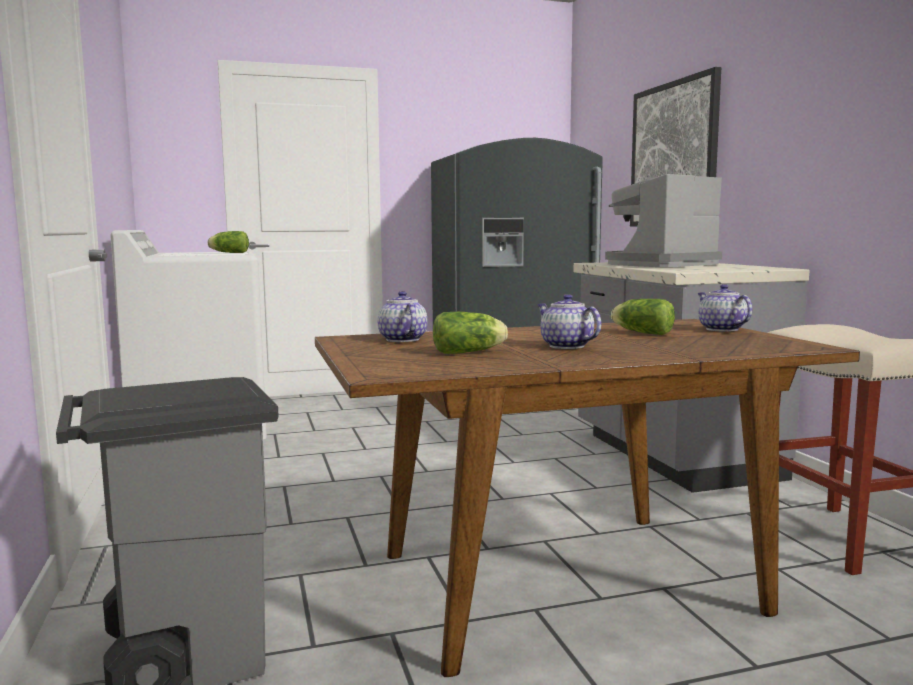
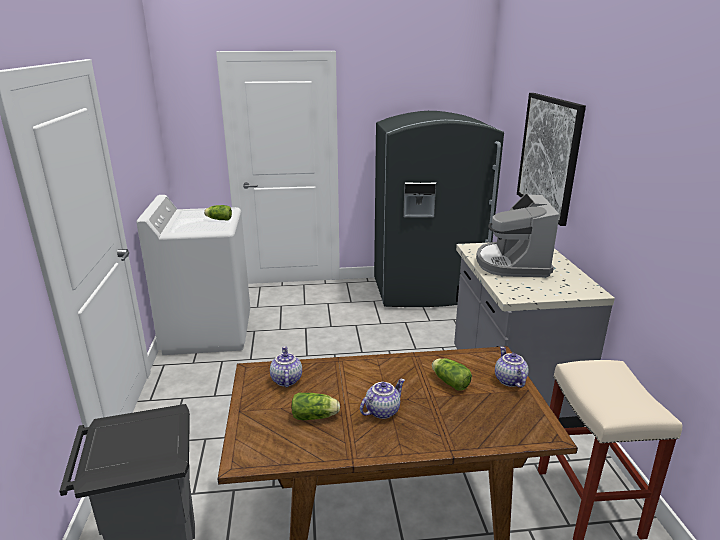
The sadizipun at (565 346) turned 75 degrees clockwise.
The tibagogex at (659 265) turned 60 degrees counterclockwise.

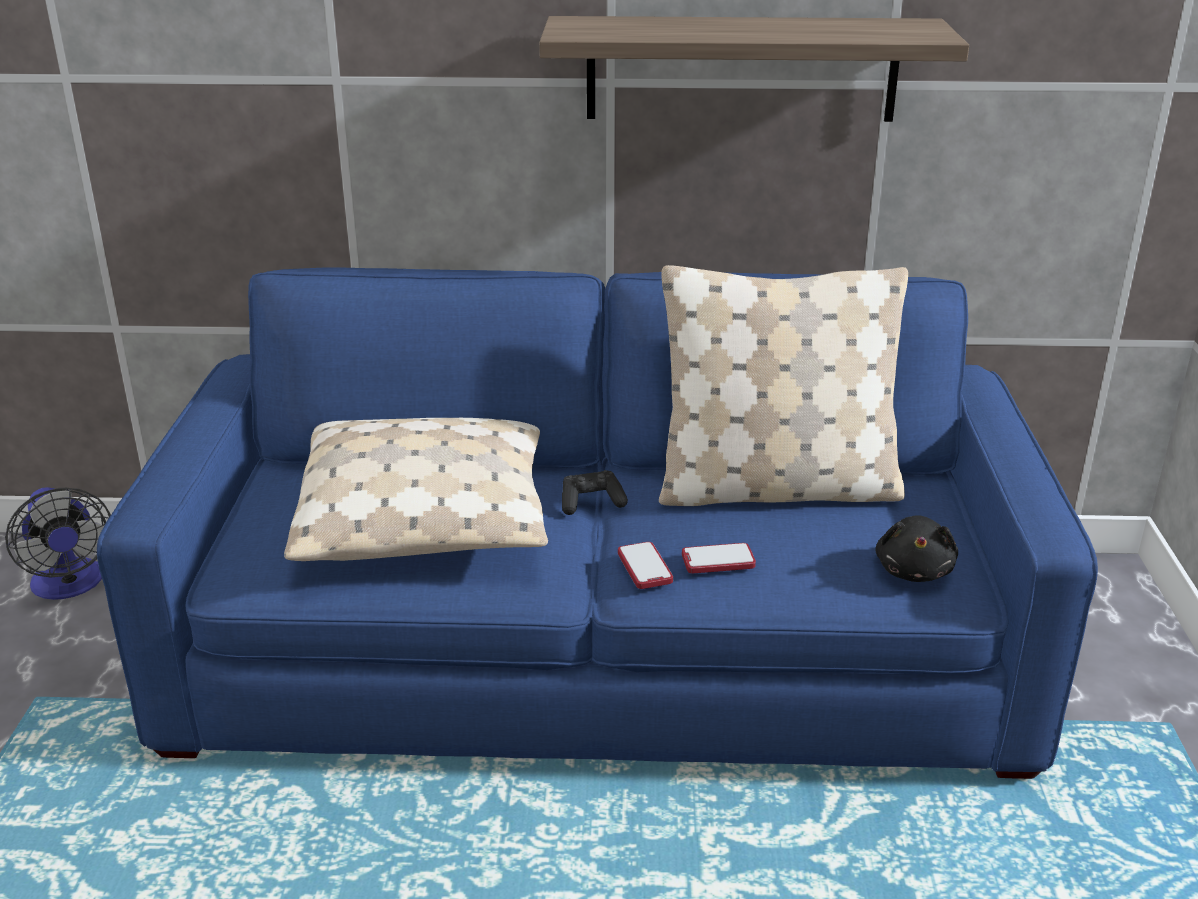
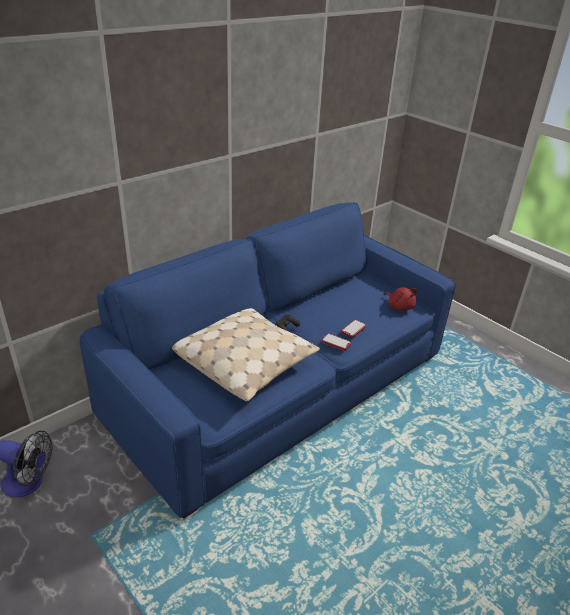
The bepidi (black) at (914 570) became the bepidi (red) at (400 306).
The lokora at (741 69) disappeared.
The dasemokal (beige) at (776 488) disappeared.

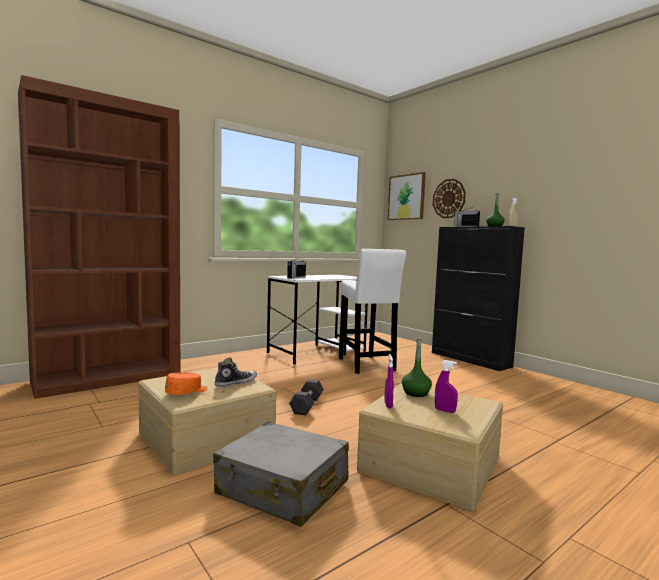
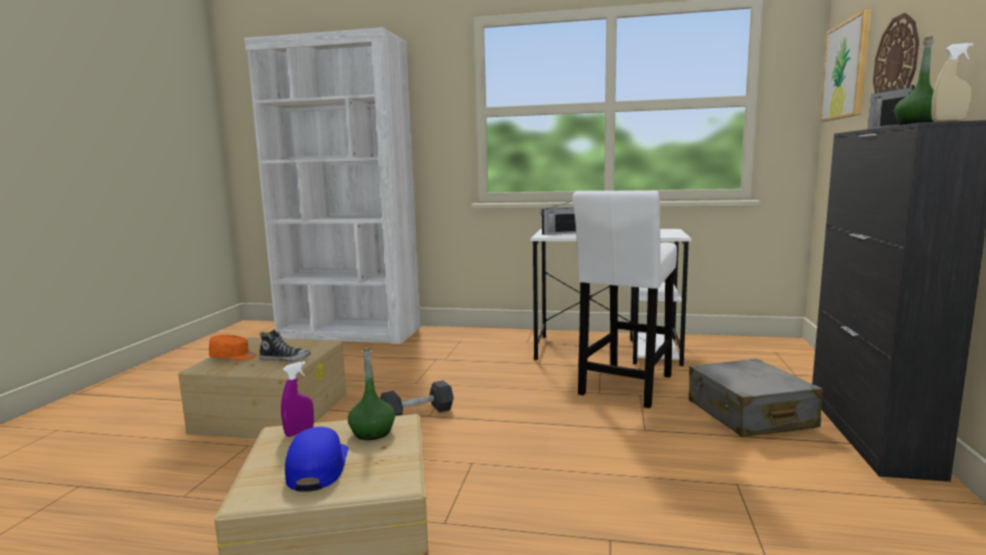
The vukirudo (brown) at (108 378) became the vukirudo (white) at (350 333).
The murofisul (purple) at (445 411) was replaced by the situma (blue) at (317 467).
The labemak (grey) moved from (282 488) to (749 414).

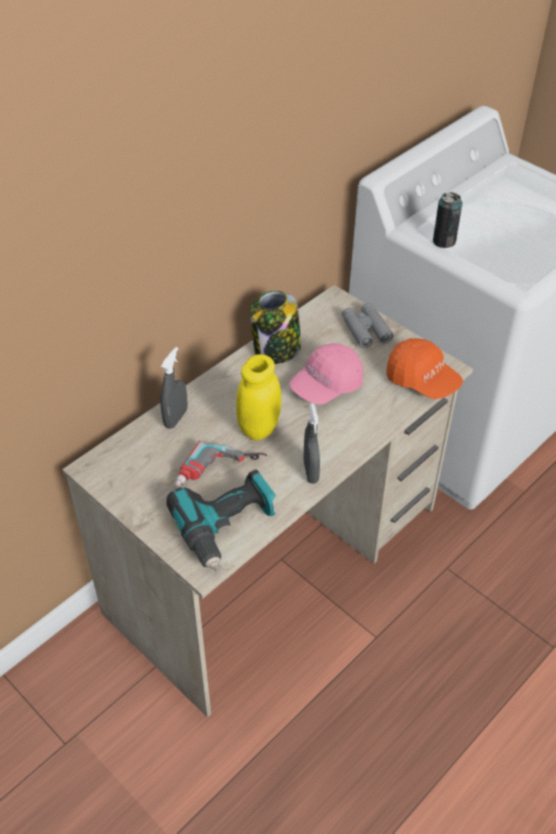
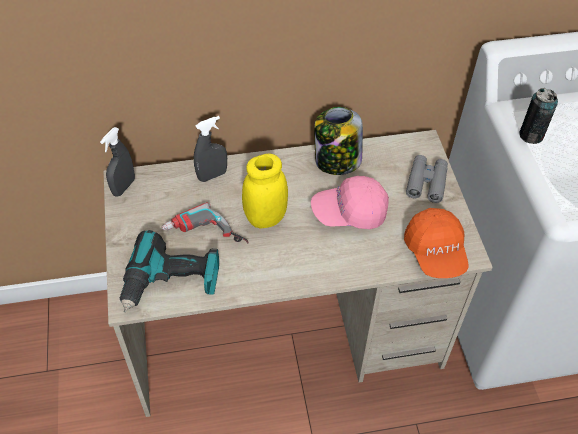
The murofisul (grey) moved from (311 471) to (123 187).

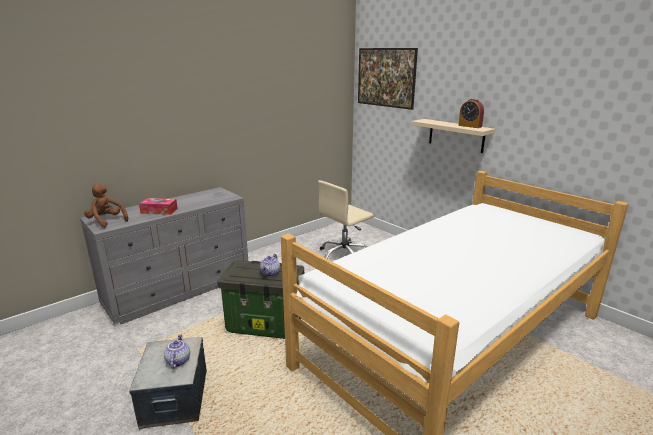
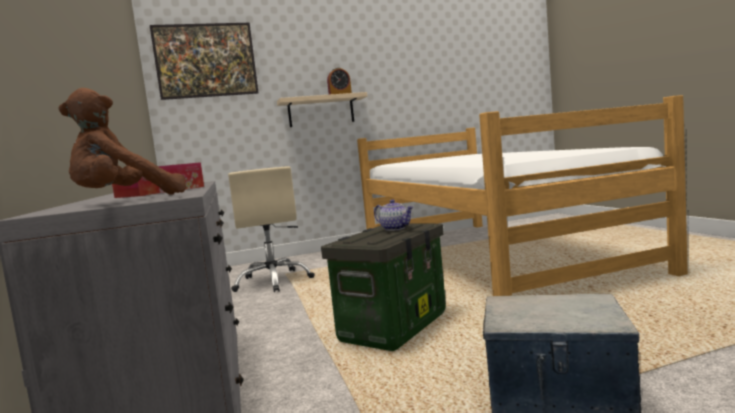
The sadizipun at (177 361) disappeared.

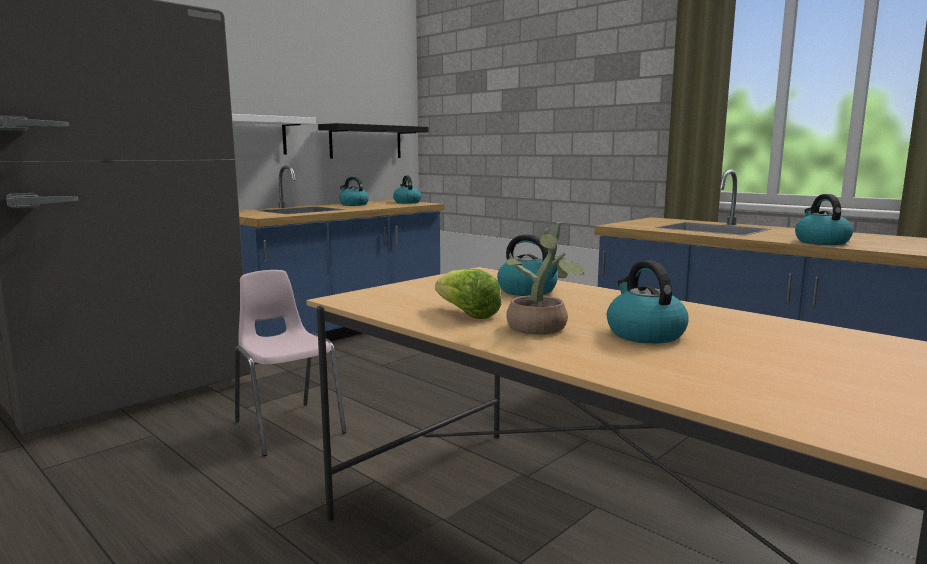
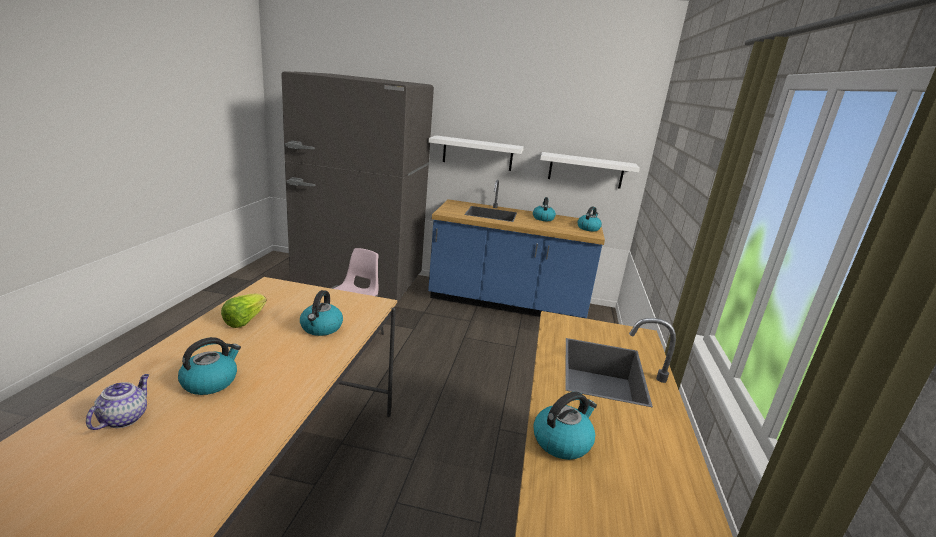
The sadizipun at (124 418) appeared.
The lokora (black) at (366 142) became the lokora (white) at (586 170).
The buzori at (541 329) disappeared.

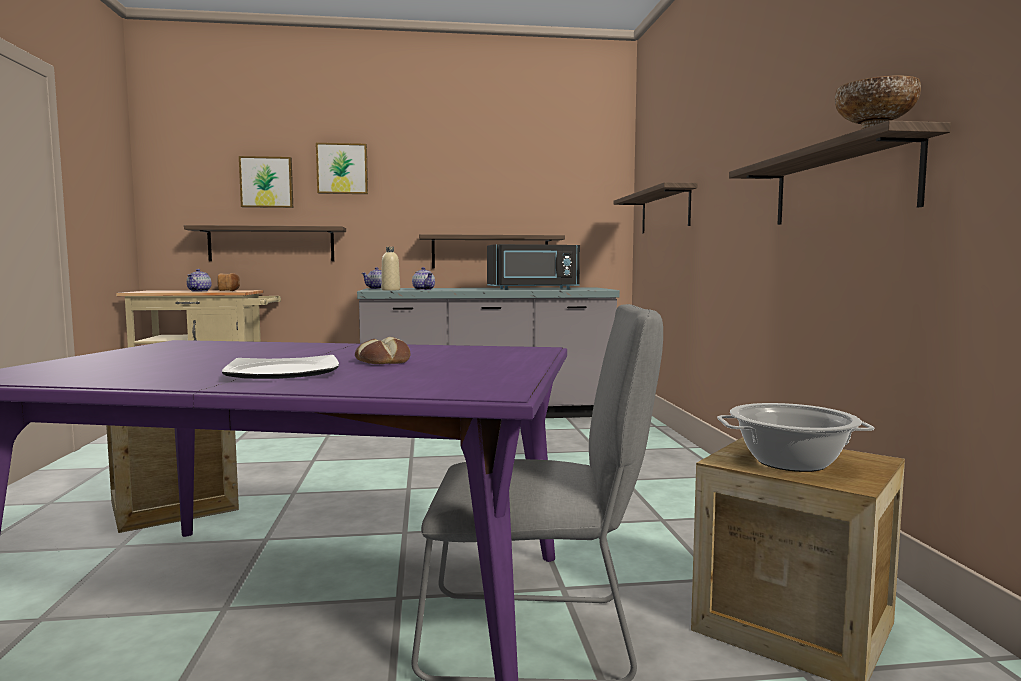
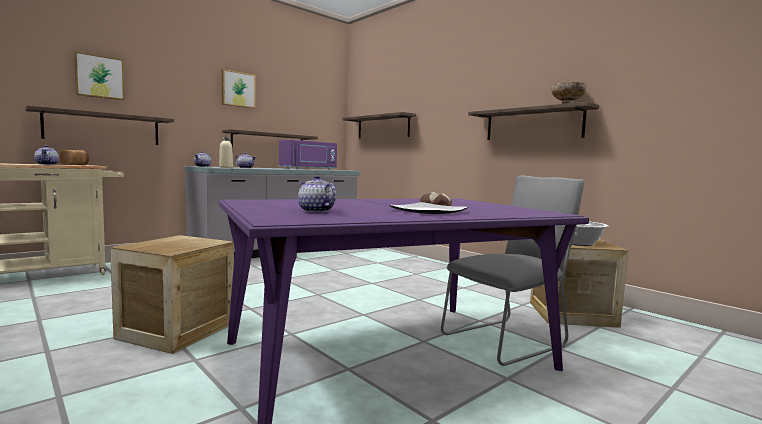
The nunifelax moved from (342 169) to (238 89).
The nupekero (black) at (533 289) became the nupekero (purple) at (310 169).
The sadizipun at (315 211) appeared.

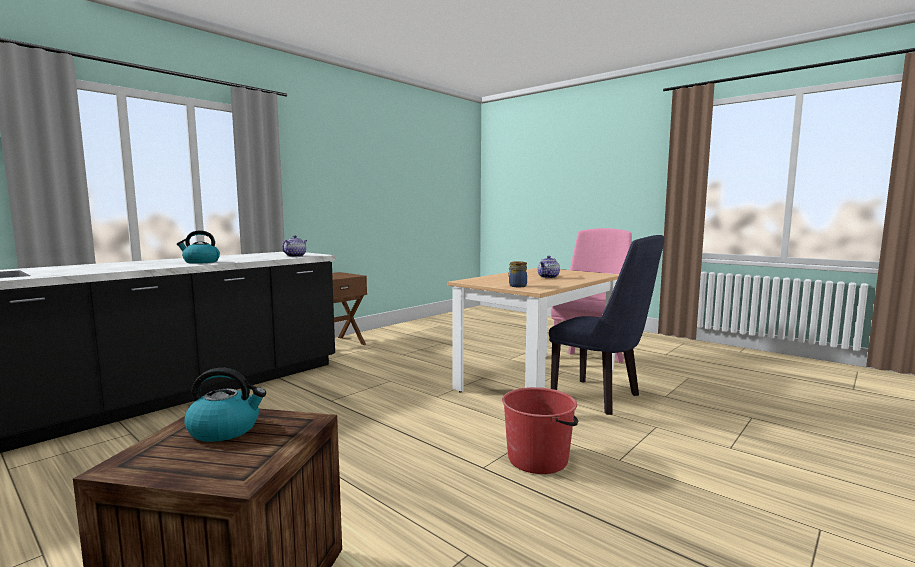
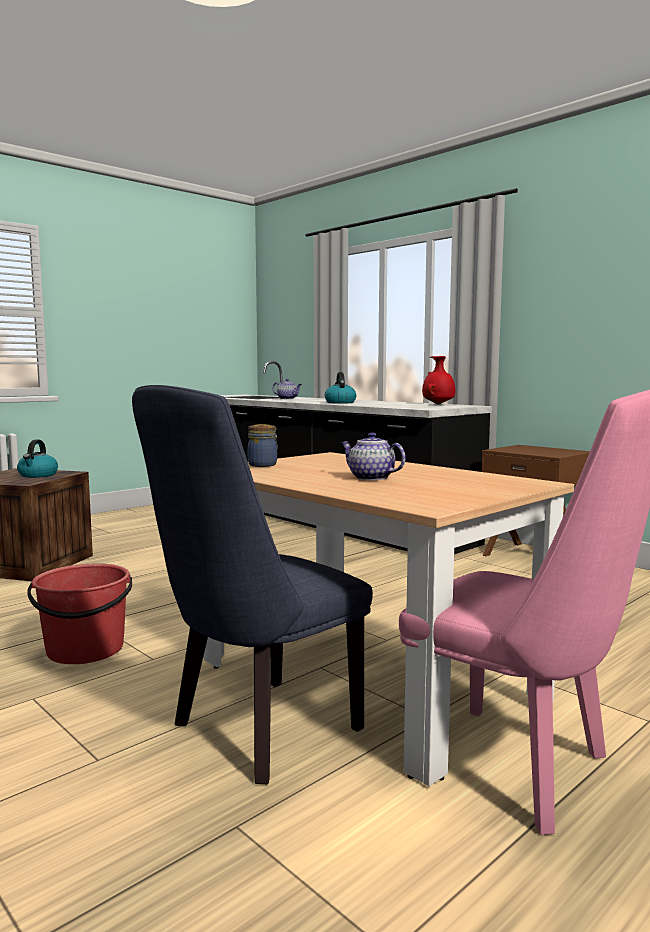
The sadizipun moved from (295 256) to (287 398).
The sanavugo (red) at (439 404) appeared.

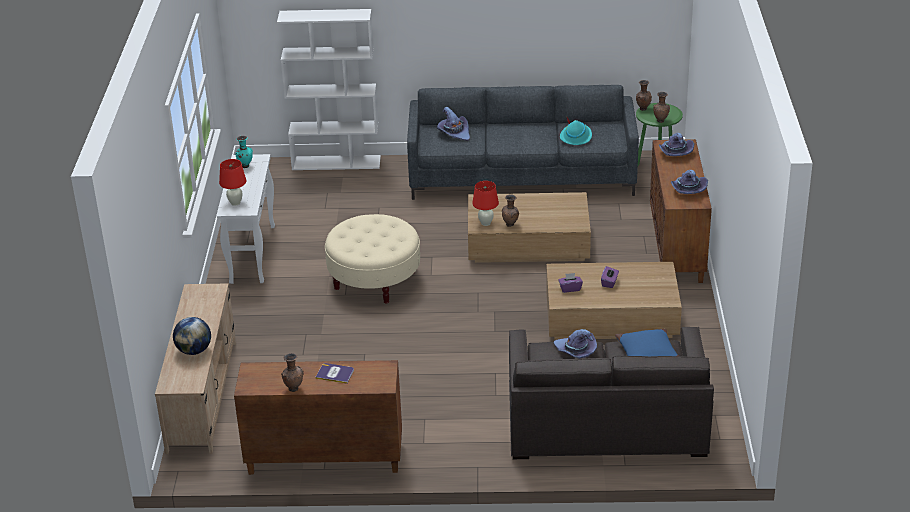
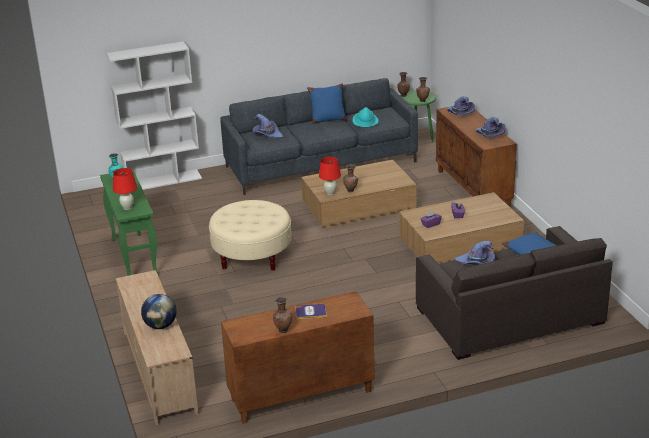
The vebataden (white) at (252 253) became the vebataden (green) at (134 257).
The dasemokal (blue) at (327 120) appeared.

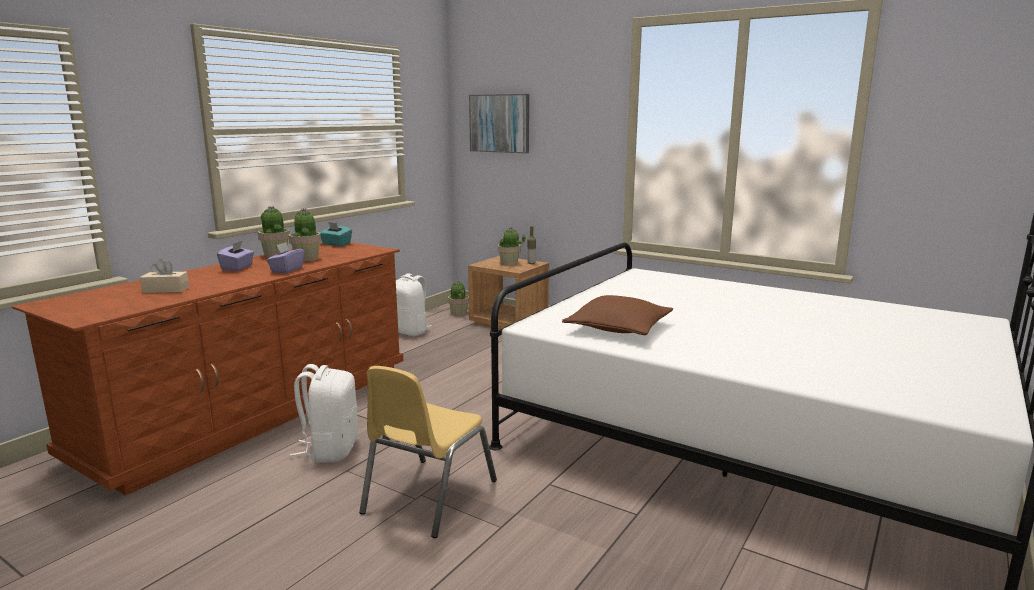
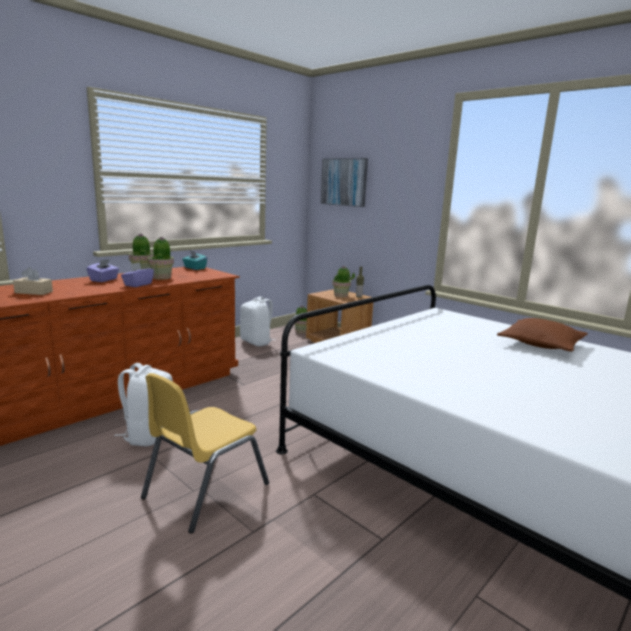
The dasemokal (brown) moved from (618 328) to (541 344).

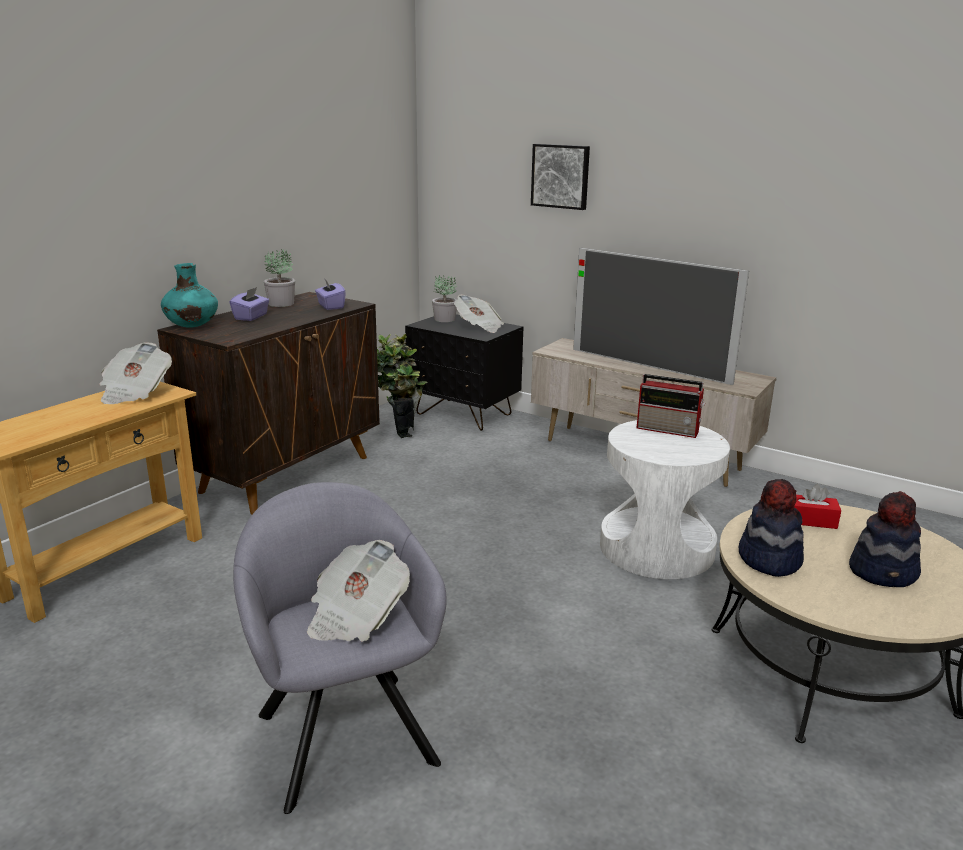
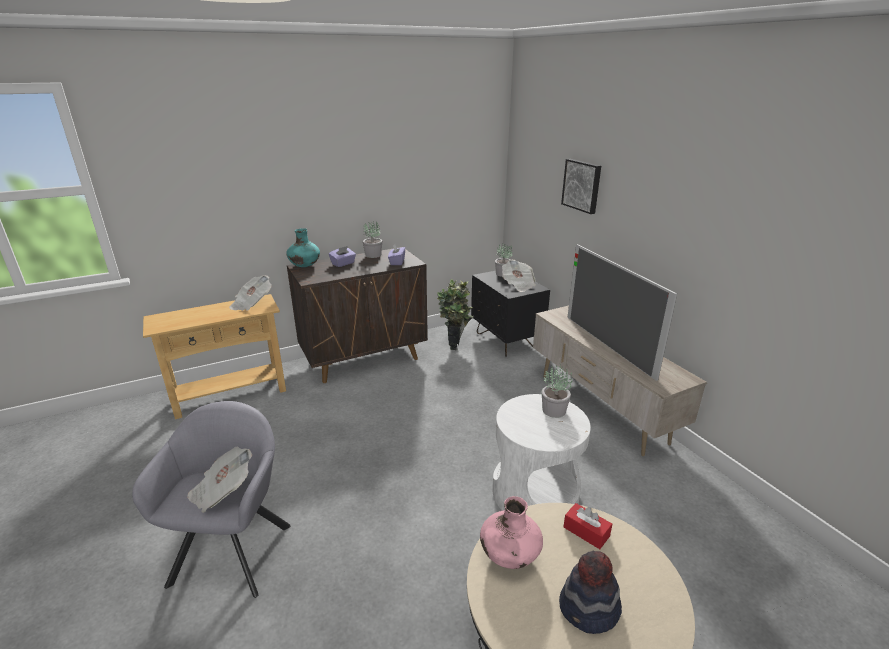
The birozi at (769 559) was replaced by the sanavugo (pink) at (509 556).
The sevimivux at (669 430) was replaced by the buzori at (554 410).

